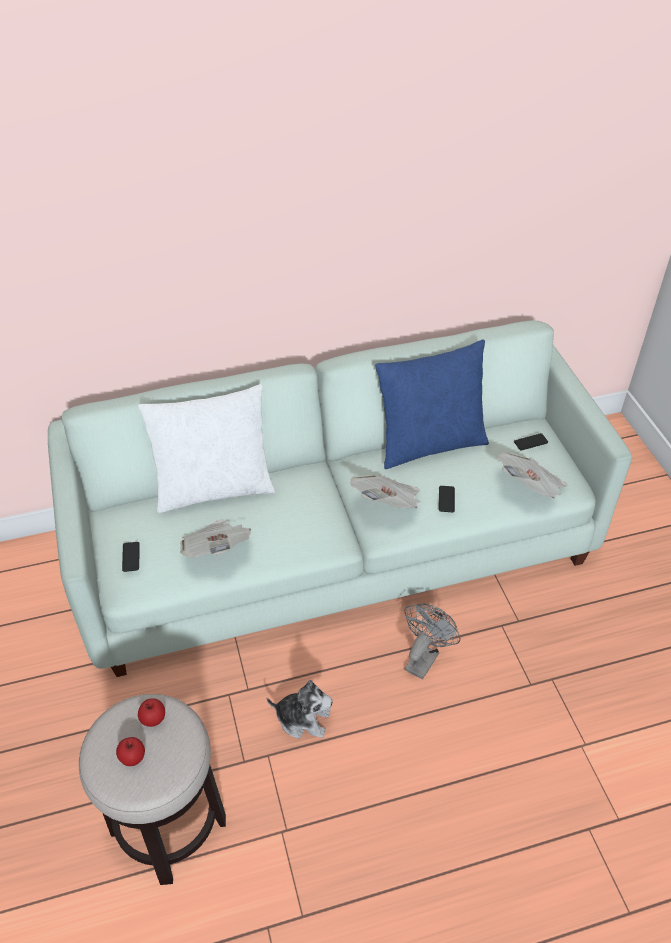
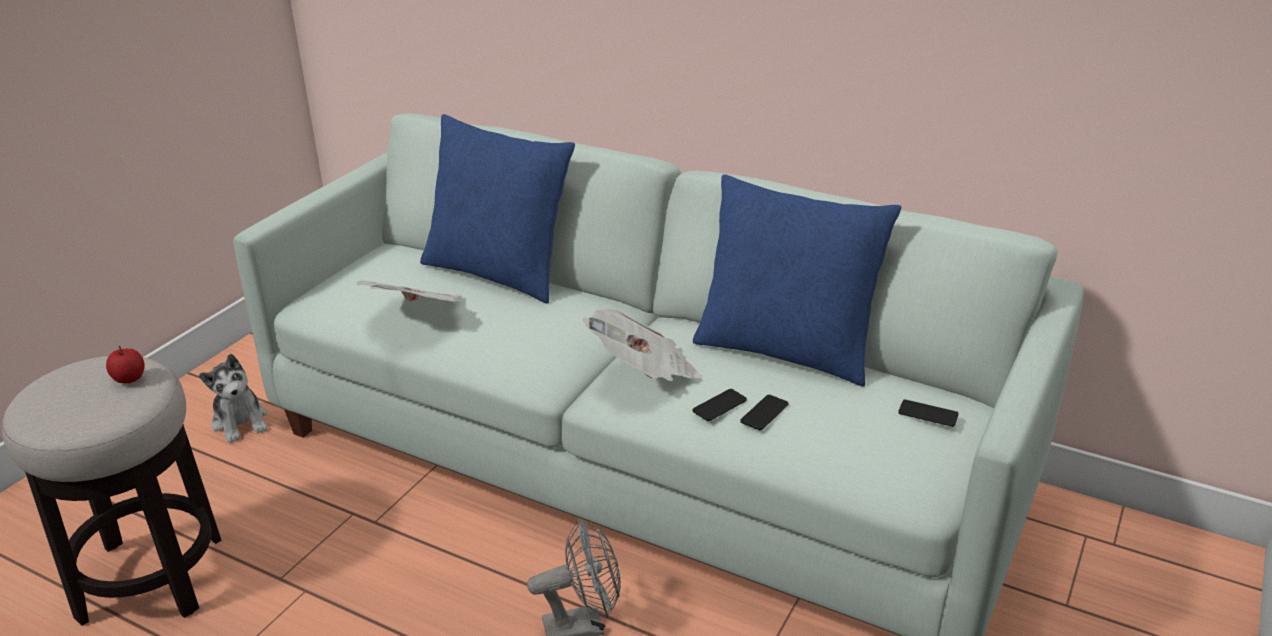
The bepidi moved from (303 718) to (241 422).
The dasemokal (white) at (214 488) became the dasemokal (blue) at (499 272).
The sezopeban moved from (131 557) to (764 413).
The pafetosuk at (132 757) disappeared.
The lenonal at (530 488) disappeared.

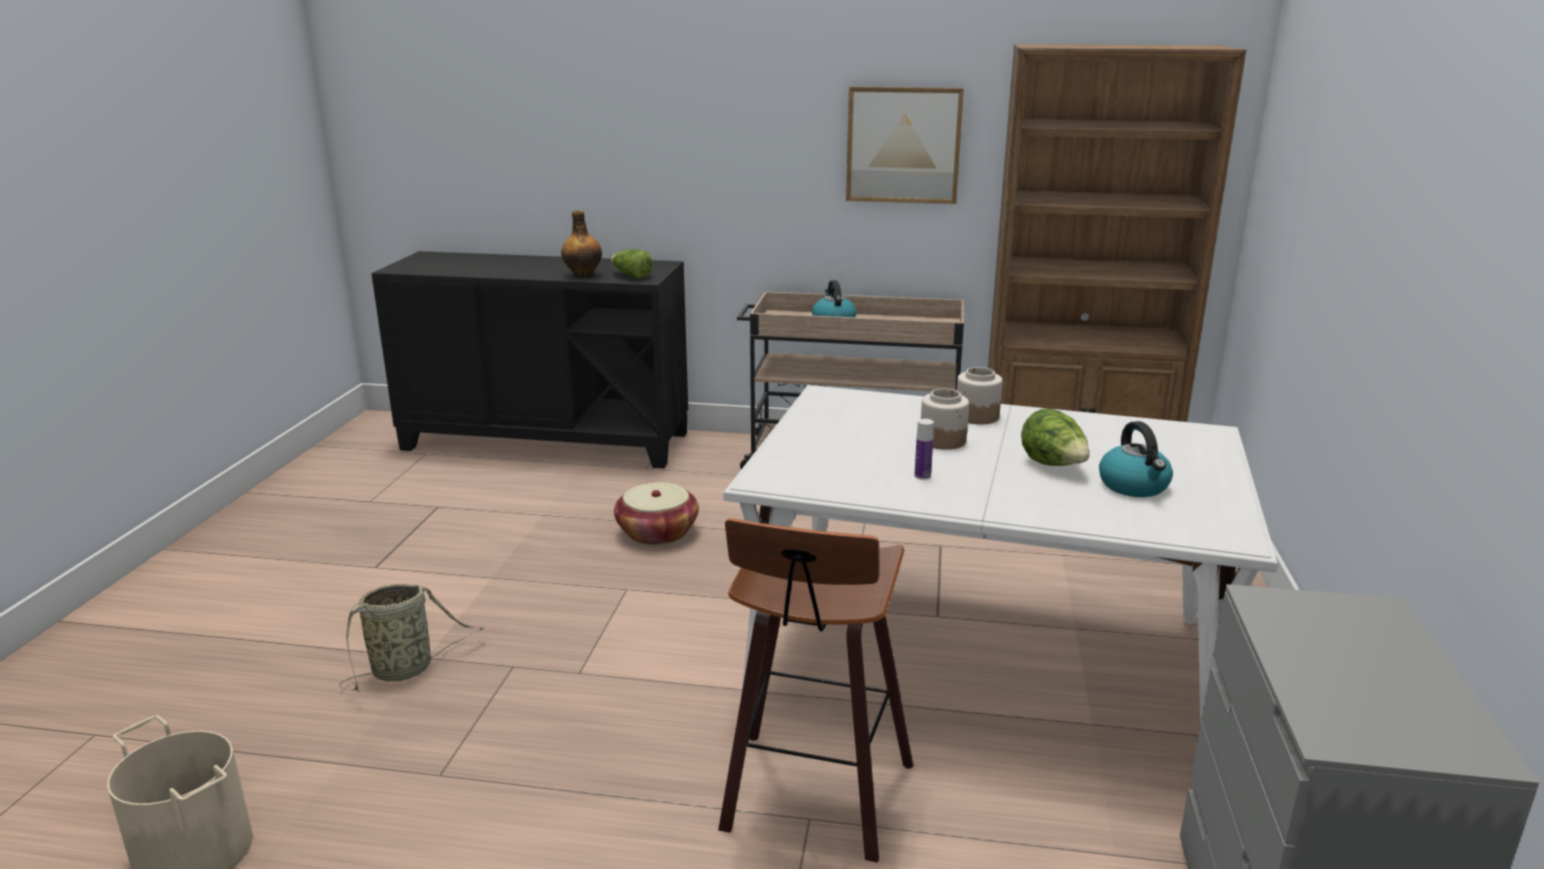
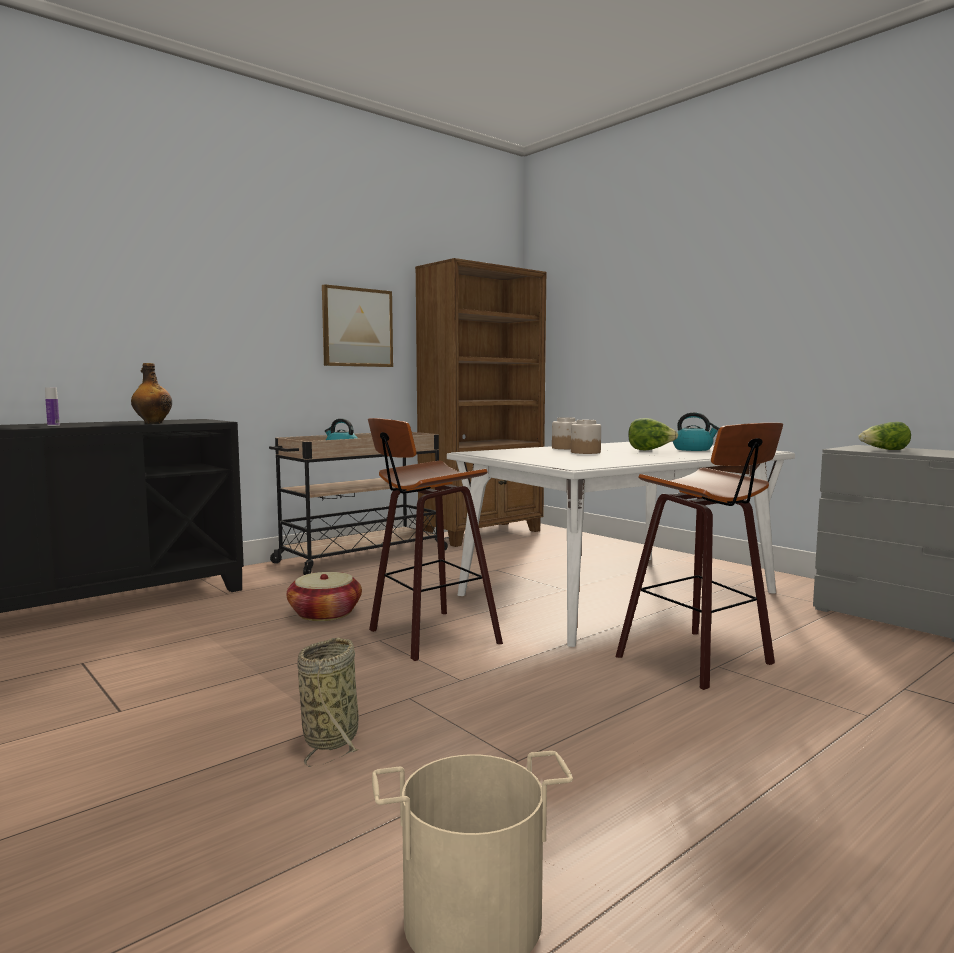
The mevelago moved from (922 476) to (53 425).
The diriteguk at (429 636) appeared.
The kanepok moved from (631 276) to (884 450).

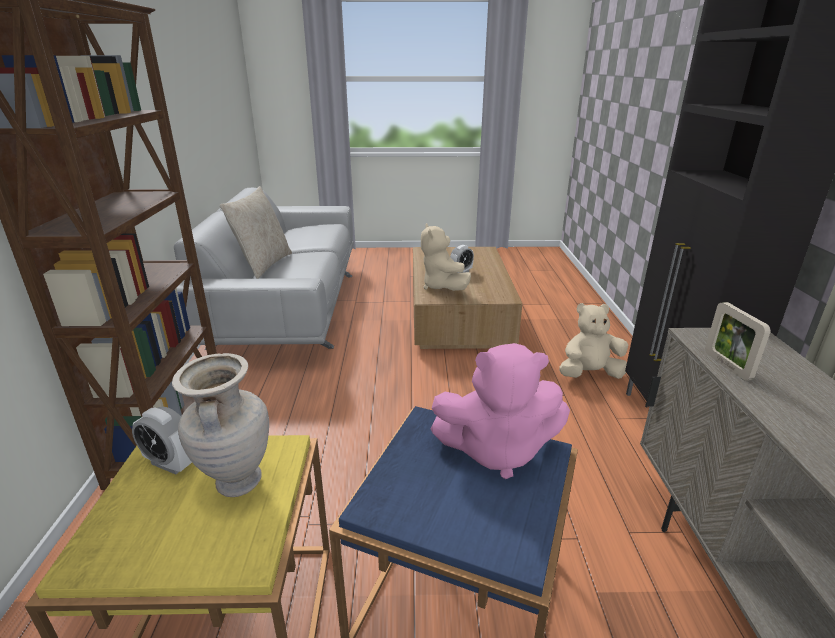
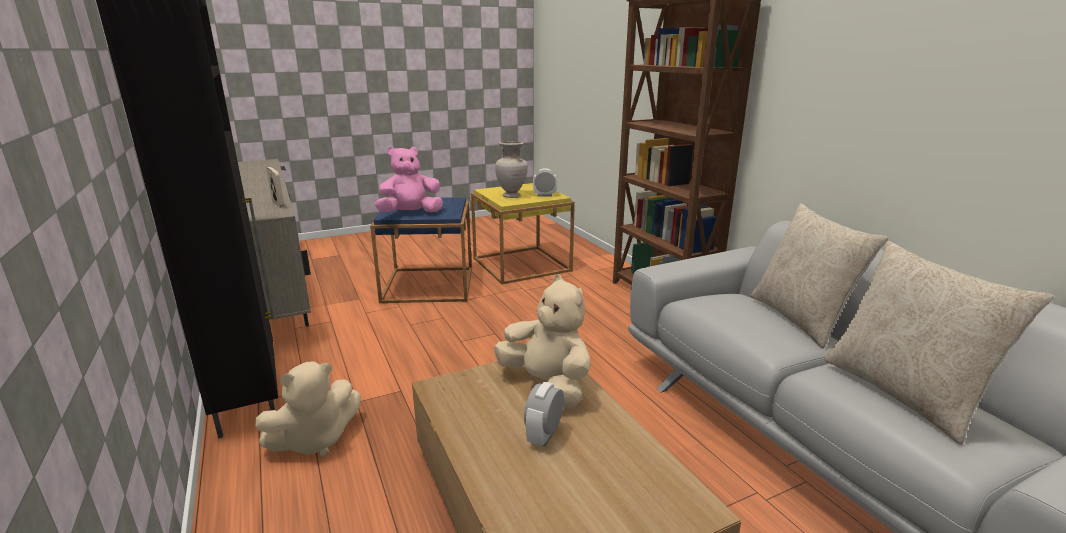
The dasemokal (beige) at (903 393) appeared.

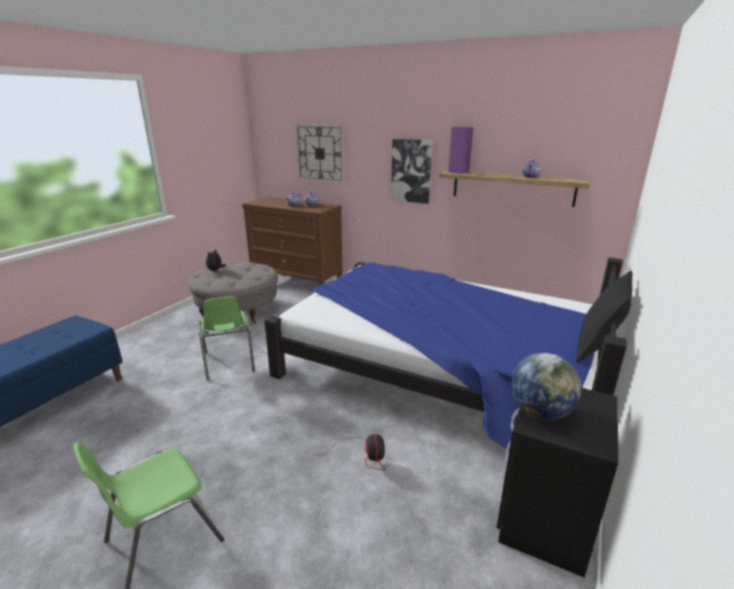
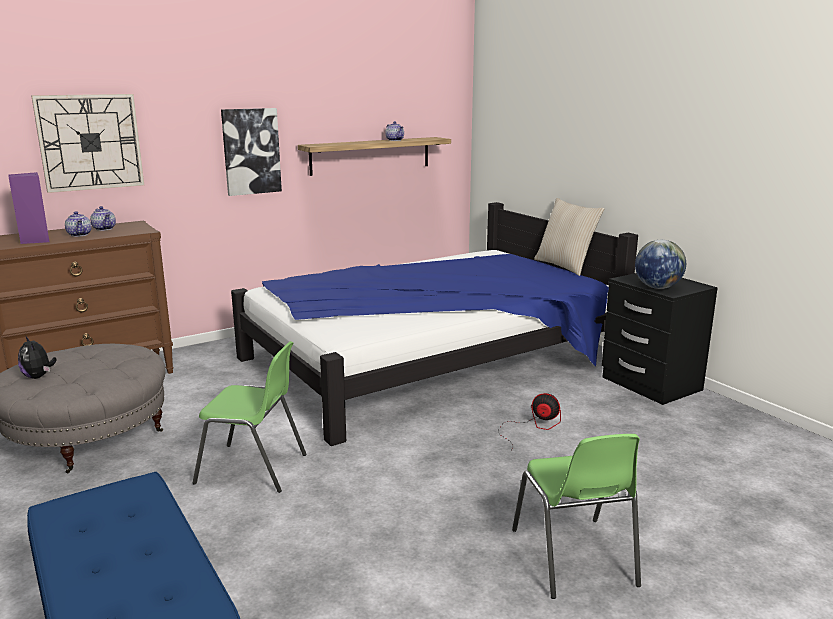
The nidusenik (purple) moved from (458 172) to (35 240).
The dasemokal (black) at (597 348) became the dasemokal (beige) at (565 266).

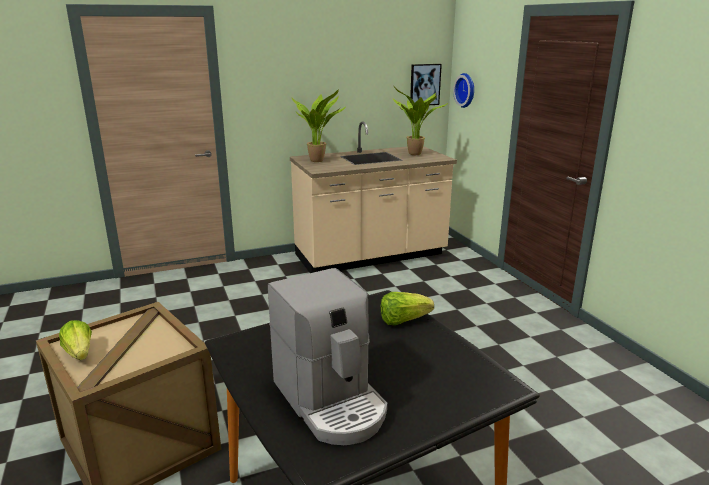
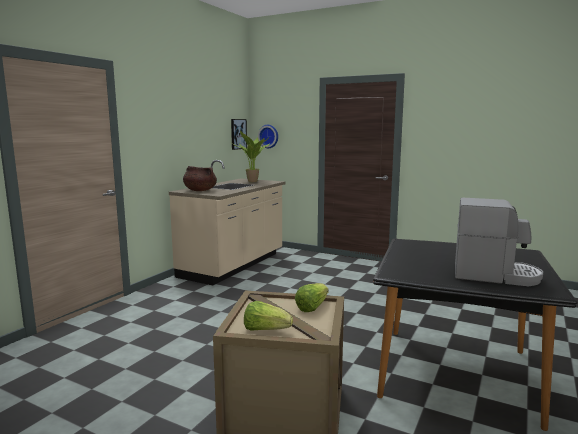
The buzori at (319 160) was replaced by the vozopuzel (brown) at (200 190).
The kanepok moved from (403 320) to (312 307).

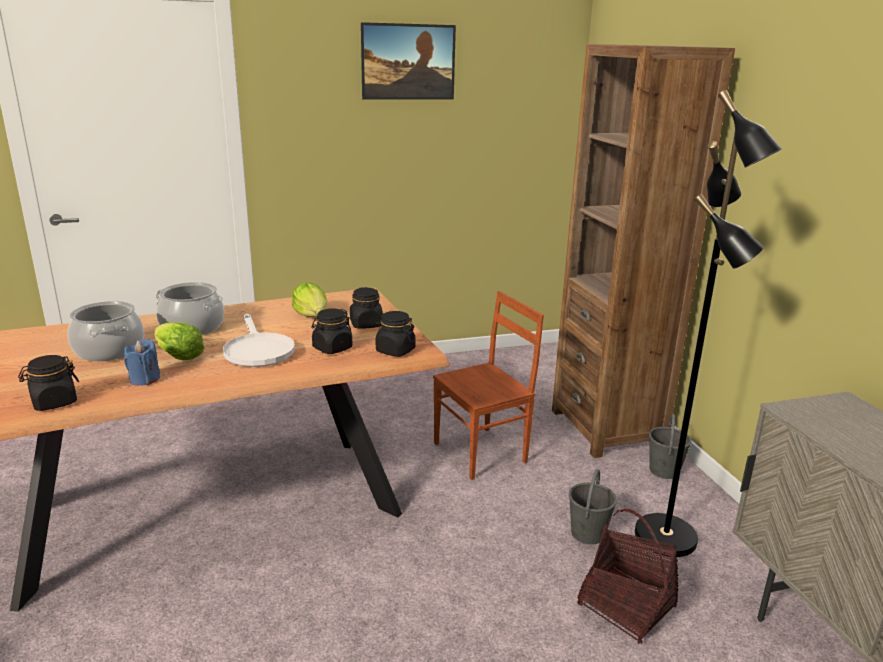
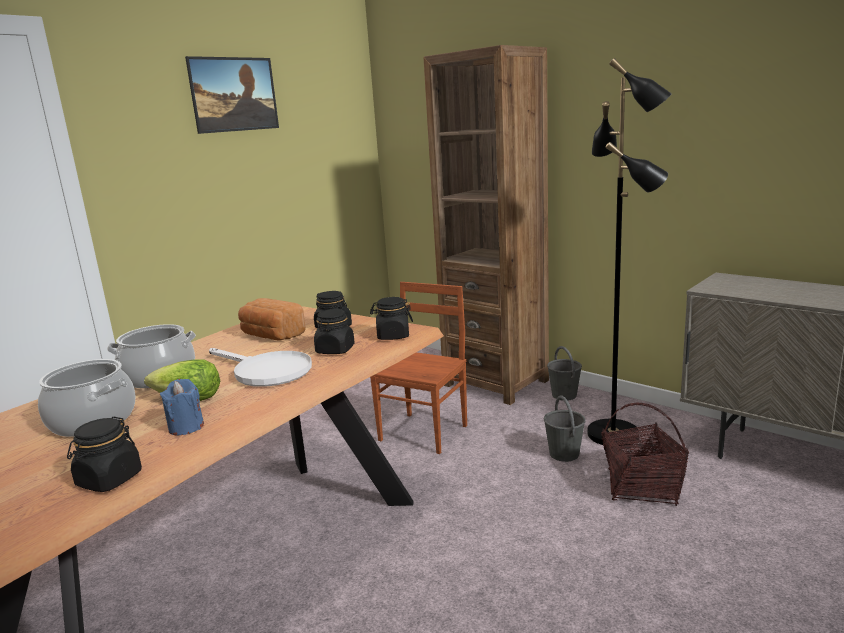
The kanepok at (312 316) was replaced by the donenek at (271 336).

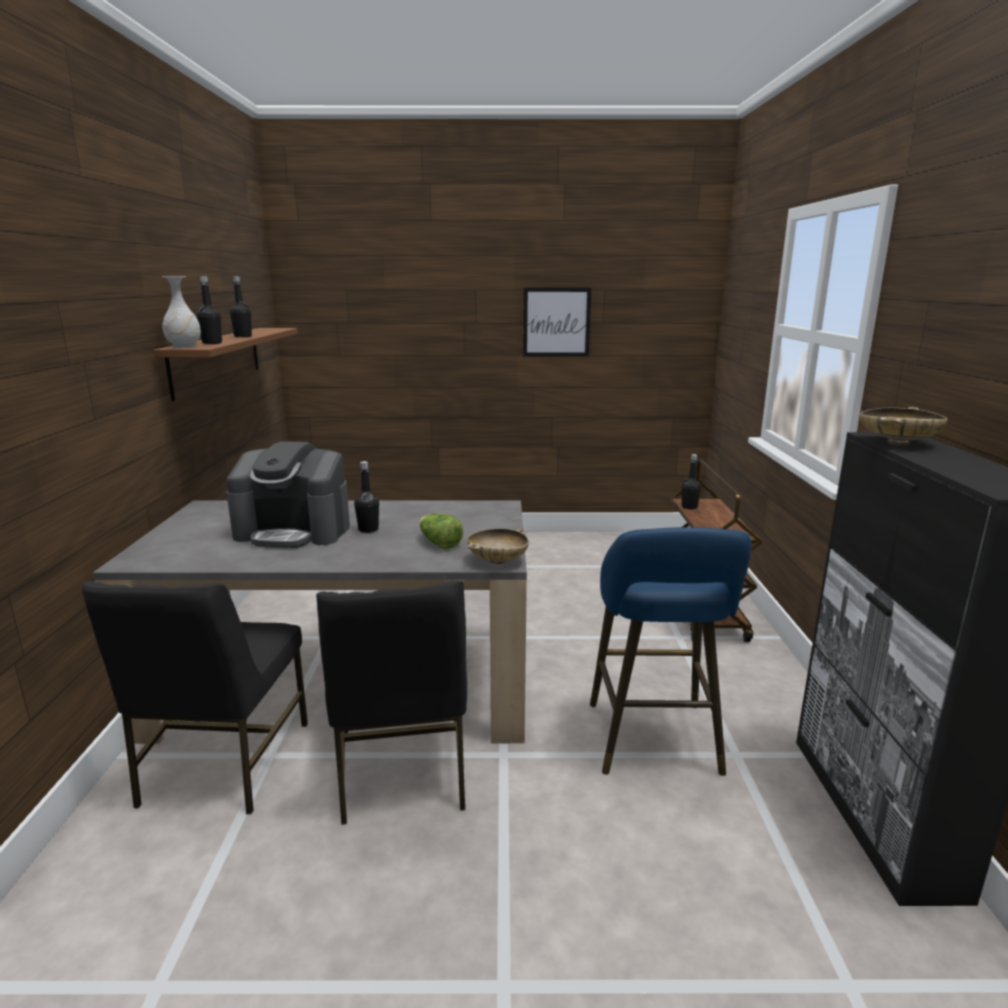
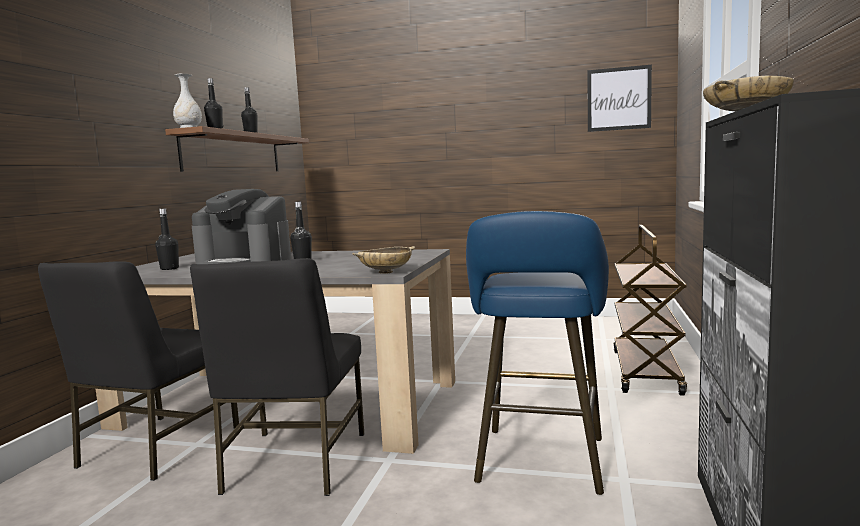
The mevelago (black) moved from (689 507) to (169 268).
The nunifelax moved from (556 322) to (618 99).
The kanepok at (439 543) disappeared.

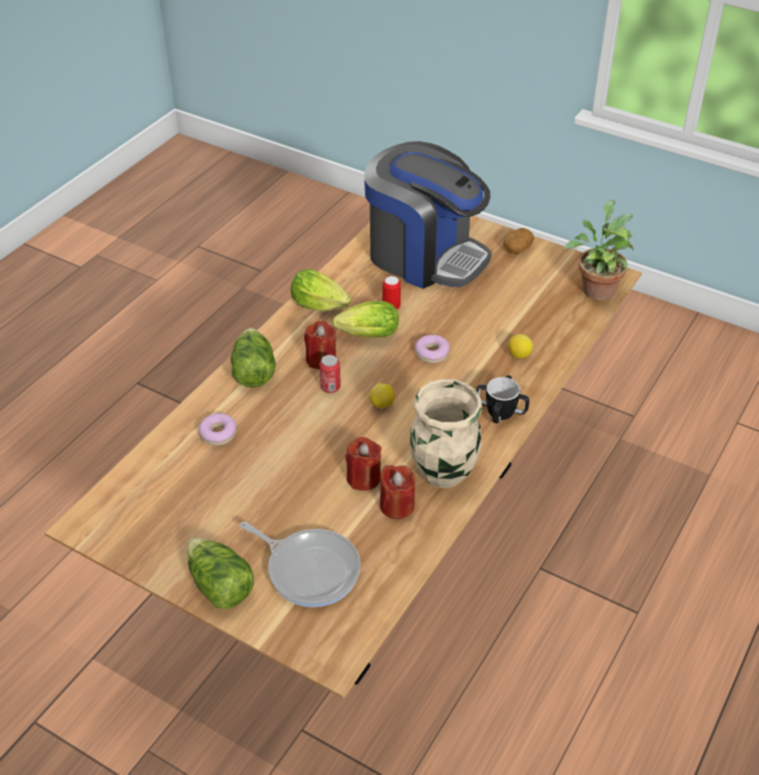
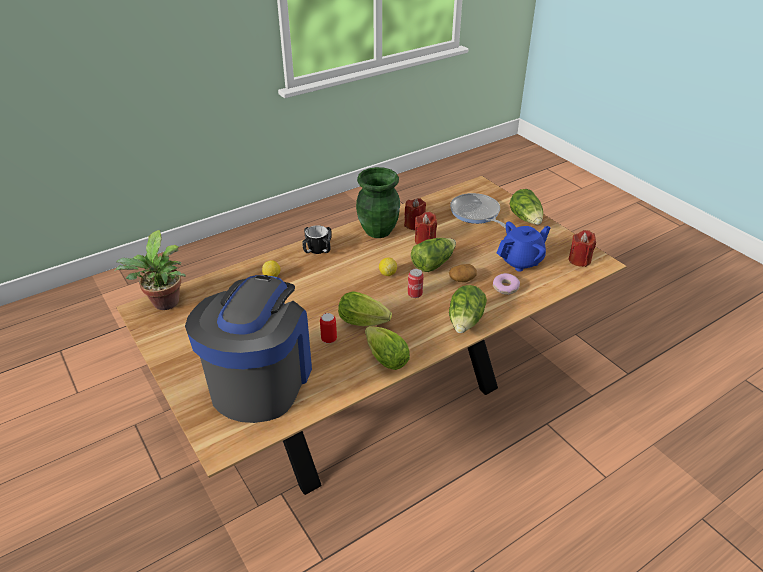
The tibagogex at (425 256) turned 45 degrees clockwise.
The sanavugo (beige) at (443 474) became the sanavugo (green) at (378 231).
The kanepok at (432 263) appeared.
The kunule moved from (517 248) to (462 279).
The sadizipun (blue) at (521 261) appeared.
The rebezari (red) moved from (321 359) to (579 260).
The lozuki at (432 353) disappeared.

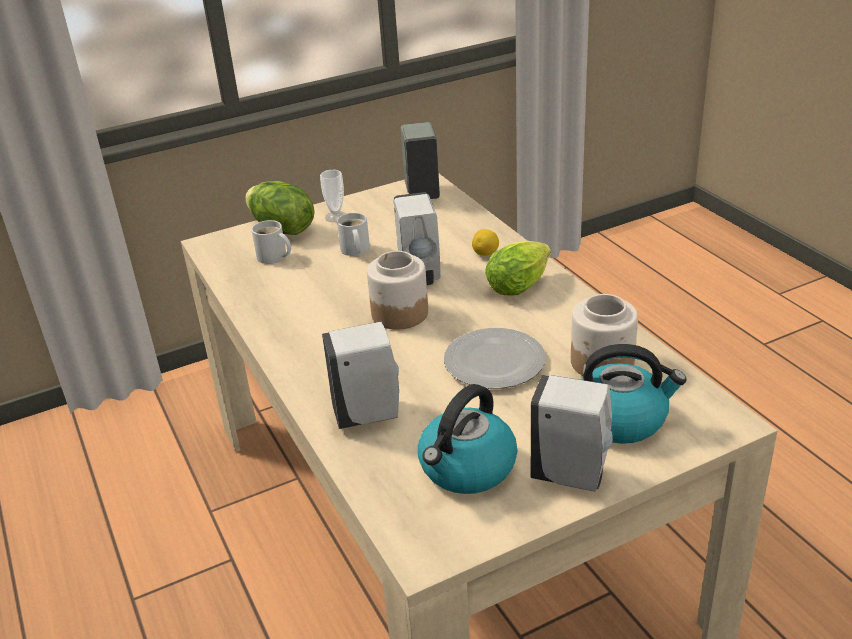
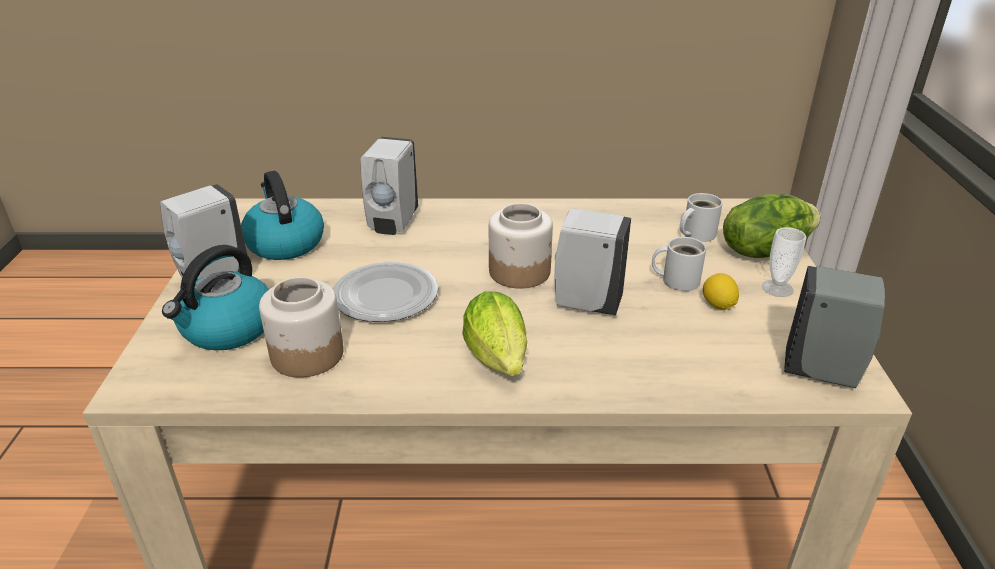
The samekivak moved from (486 254) to (718 305).

